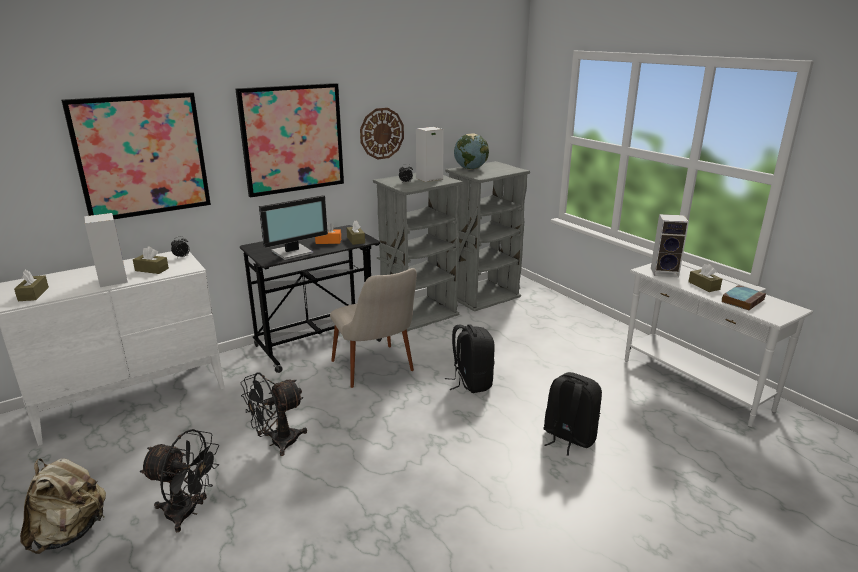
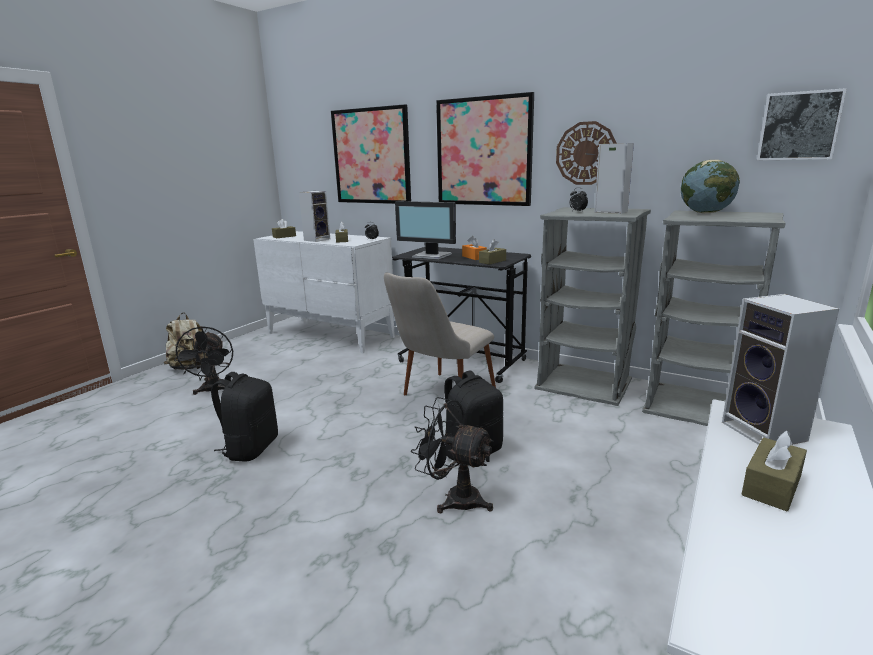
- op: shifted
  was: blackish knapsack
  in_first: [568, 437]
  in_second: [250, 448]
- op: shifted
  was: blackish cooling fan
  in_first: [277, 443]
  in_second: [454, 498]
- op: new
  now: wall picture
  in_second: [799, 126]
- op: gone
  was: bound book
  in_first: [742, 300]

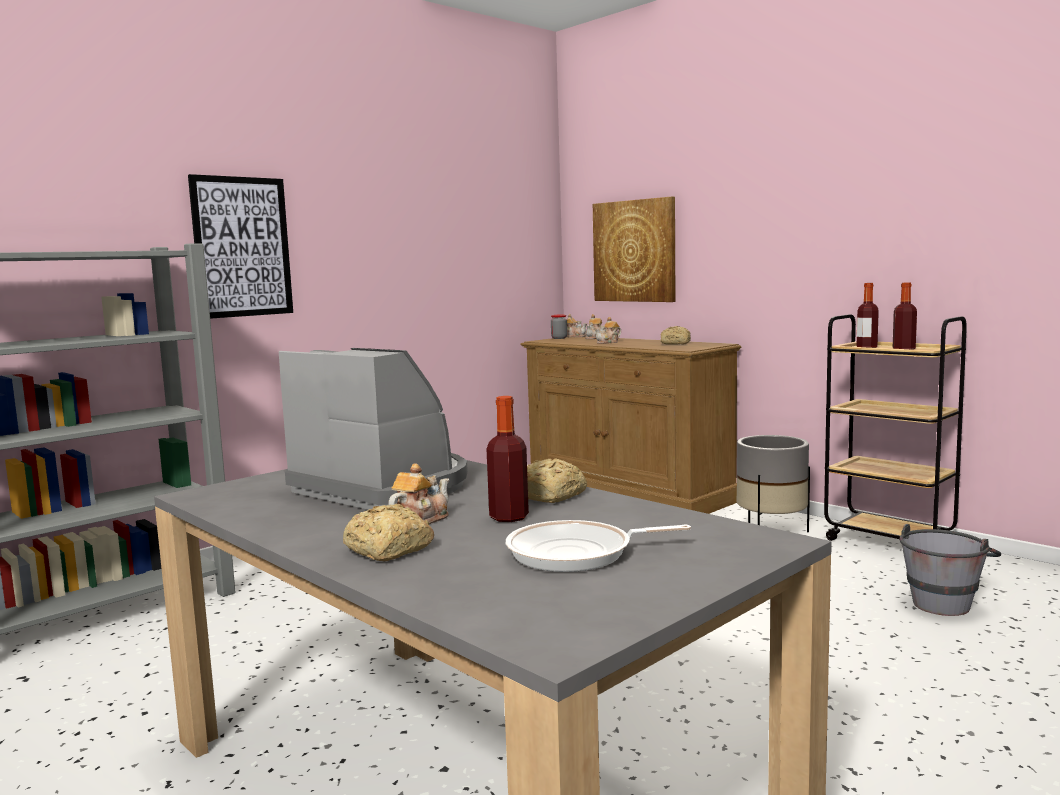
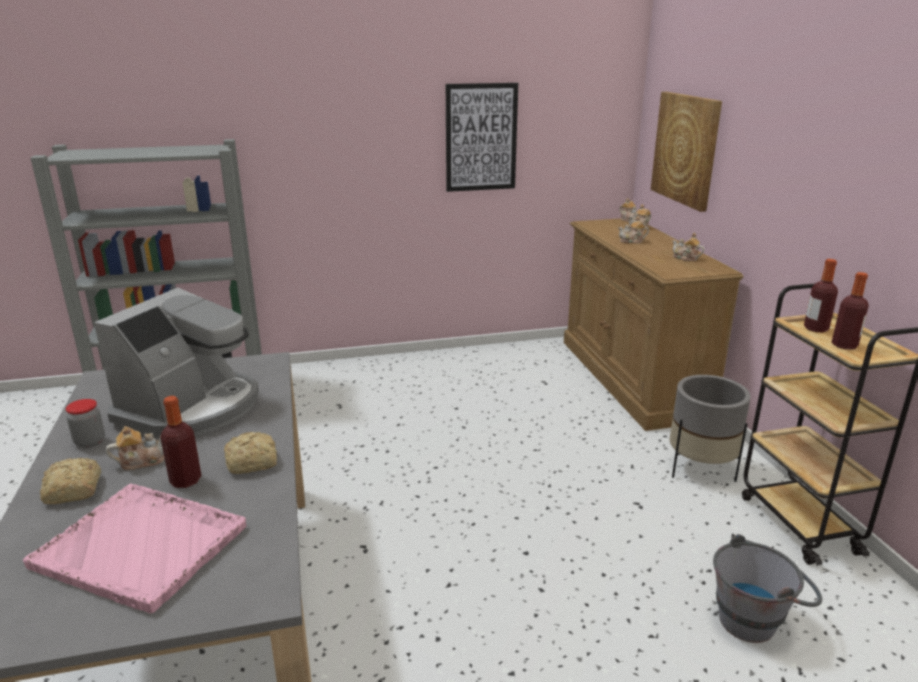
- op: swapped
  was: skillet
  now: pink-coloured carrying tray
  in_first: [577, 554]
  in_second: [142, 547]
- op: shifted
  was: preserve jar
  in_first: [559, 338]
  in_second: [90, 442]
- op: rotated
  was: coffee maker
  in_first: [384, 487]
  in_second: [192, 408]
  clockwise: 45
- op: shifted
  was: wall picture
  in_first: [242, 247]
  in_second: [481, 137]
- op: swapped
  was: bakery bread
  now: teapot
  in_first: [676, 343]
  in_second: [685, 258]

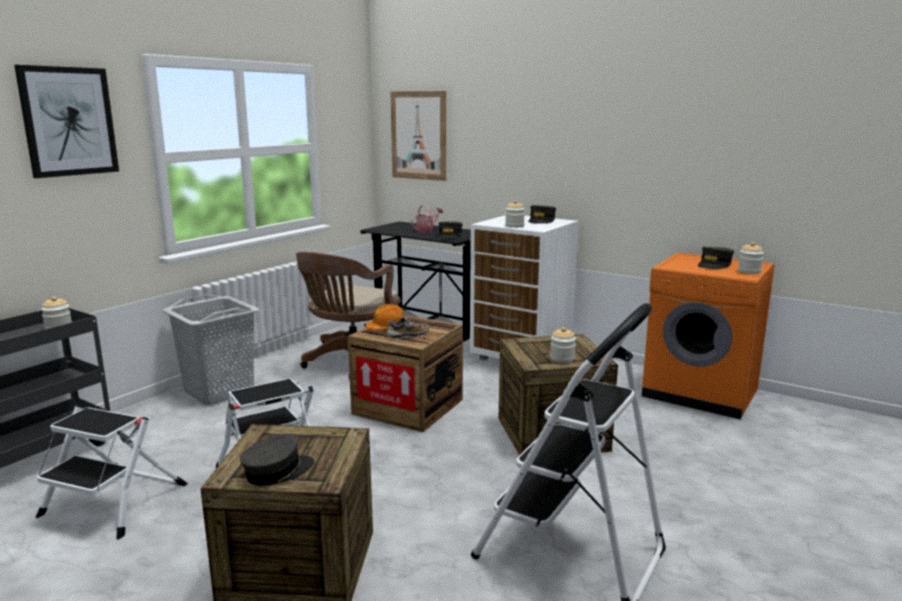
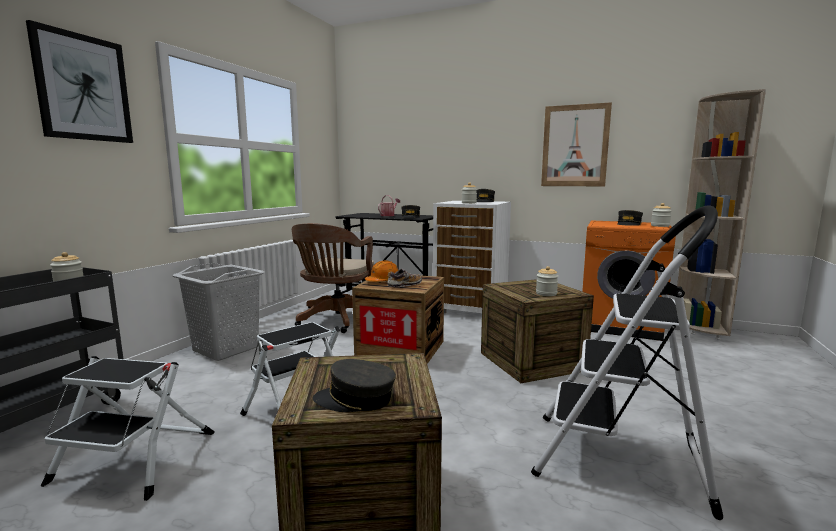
- op: rotated
  was: greyish peaked cap
  in_first: [278, 471]
  in_second: [355, 399]
  clockwise: -120
- op: shifted
  was: wall picture
  in_first: [418, 135]
  in_second: [575, 146]
- op: new
  now: beige shelving unit
  in_second: [700, 332]

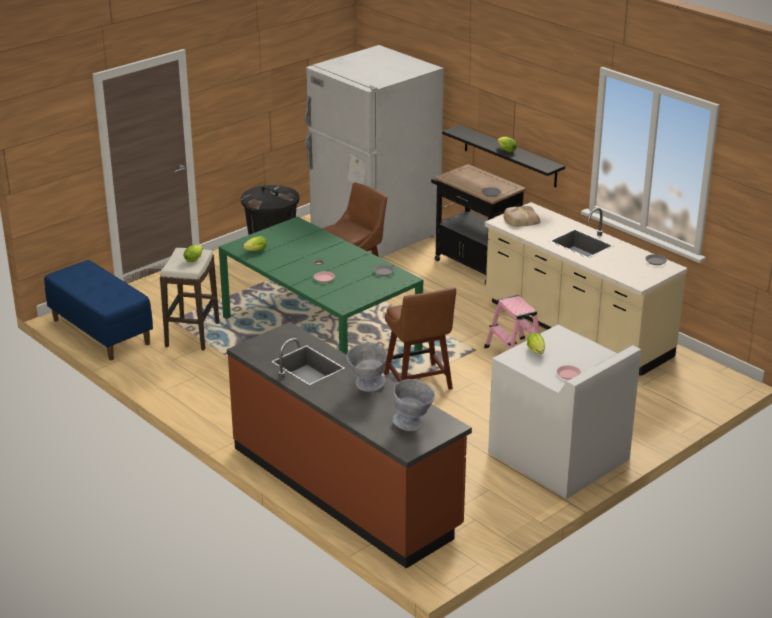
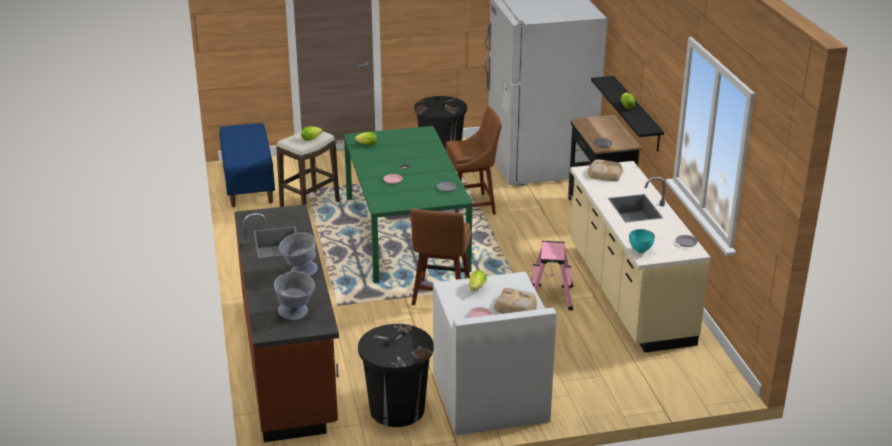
- op: new
  now: blackish trash can
  in_second: [396, 409]
- op: new
  now: bakery bread
  in_second: [516, 306]
- op: new
  now: blue-green serving bowl
  in_second: [639, 251]

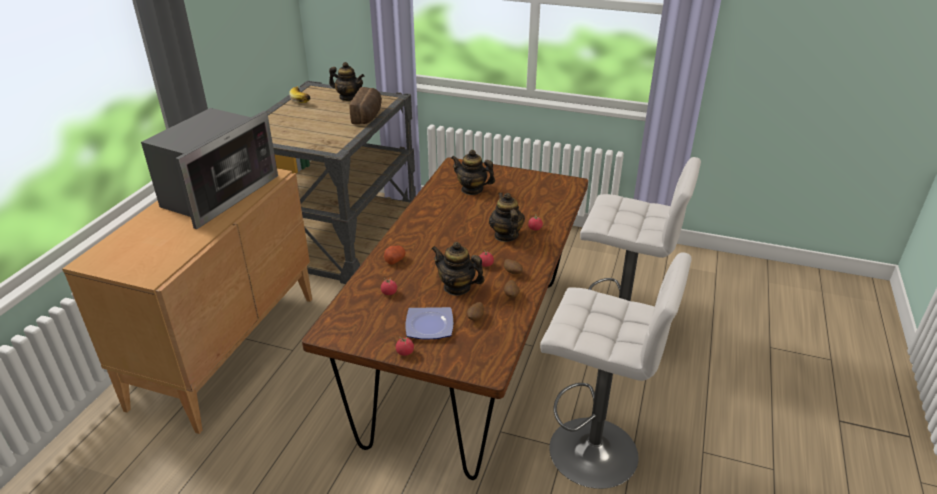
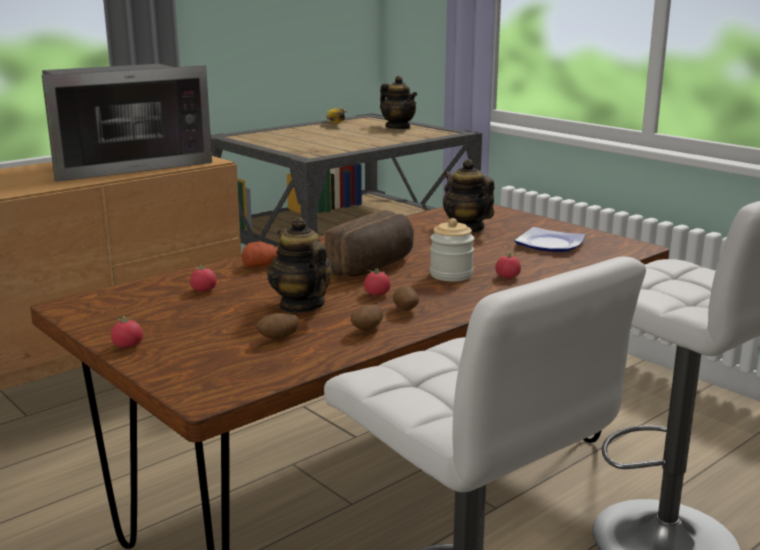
- op: shifted
  was: bakery bread
  in_first: [368, 116]
  in_second: [374, 266]
- op: swapped
  was: teapot
  now: preserve jar
  in_first: [506, 235]
  in_second: [451, 275]
- op: shifted
  was: plate
  in_first: [428, 326]
  in_second: [548, 245]

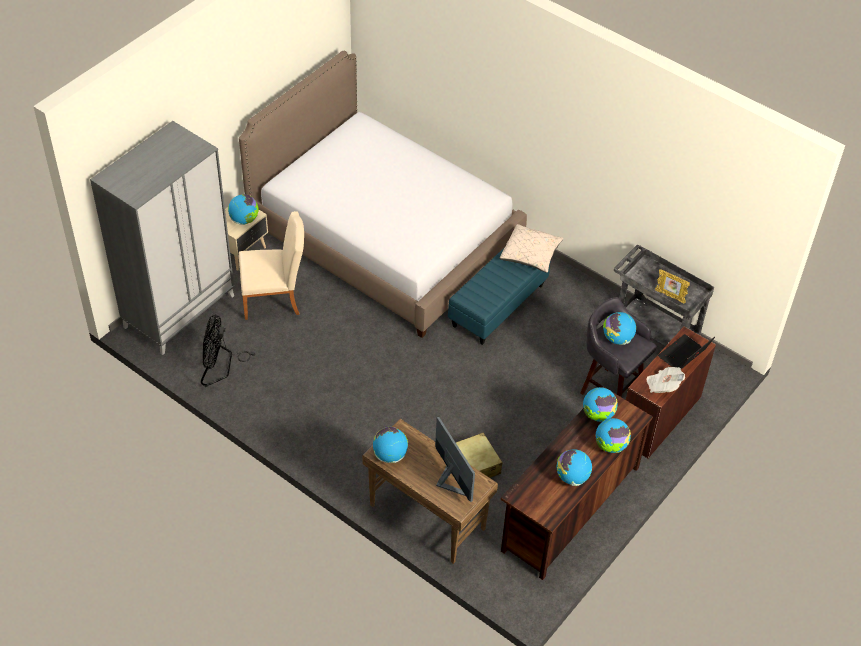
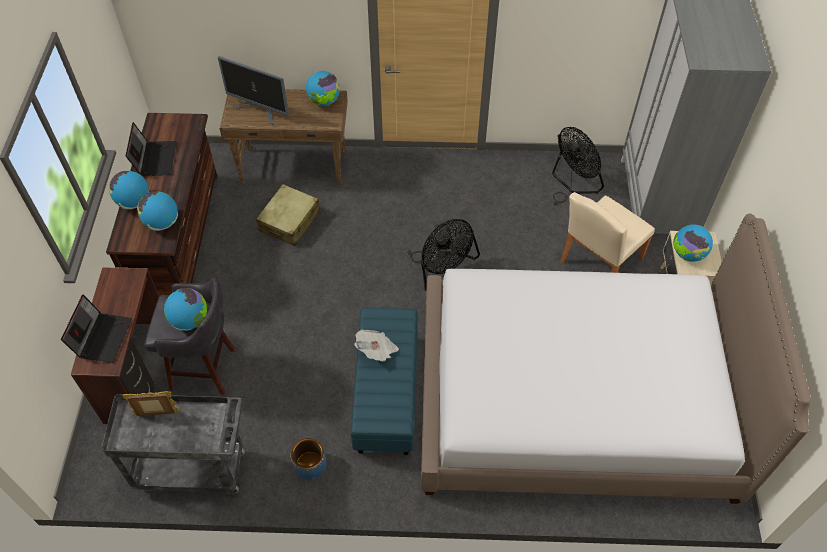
- op: swapped
  was: desk globe
  now: laptop
  in_first: [572, 477]
  in_second: [154, 158]
- op: new
  now: blue planter
  in_second: [310, 465]
- op: shifted
  was: newspaper
  in_first: [663, 385]
  in_second: [377, 350]
- op: new
  now: blackish cooling fan
  in_second: [440, 267]
- op: gone
  was: beige pillow
  in_first: [530, 255]

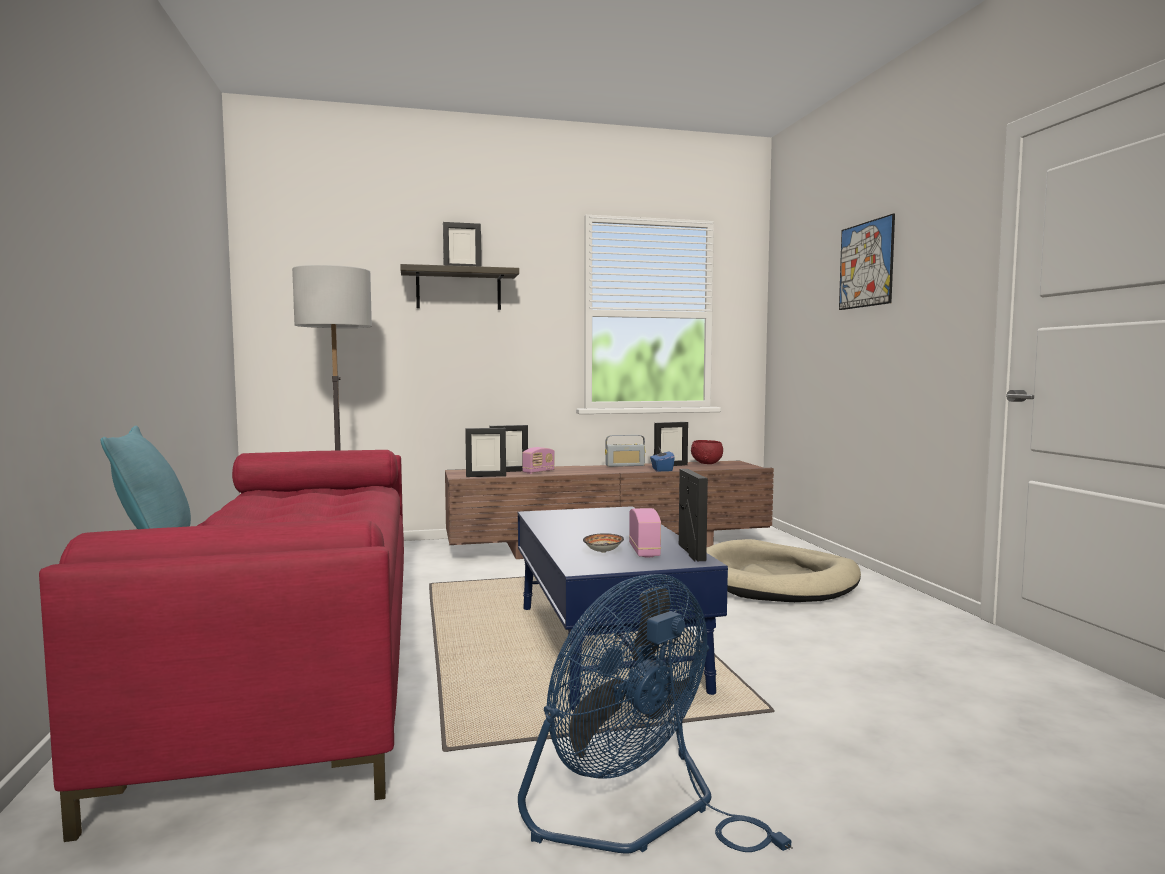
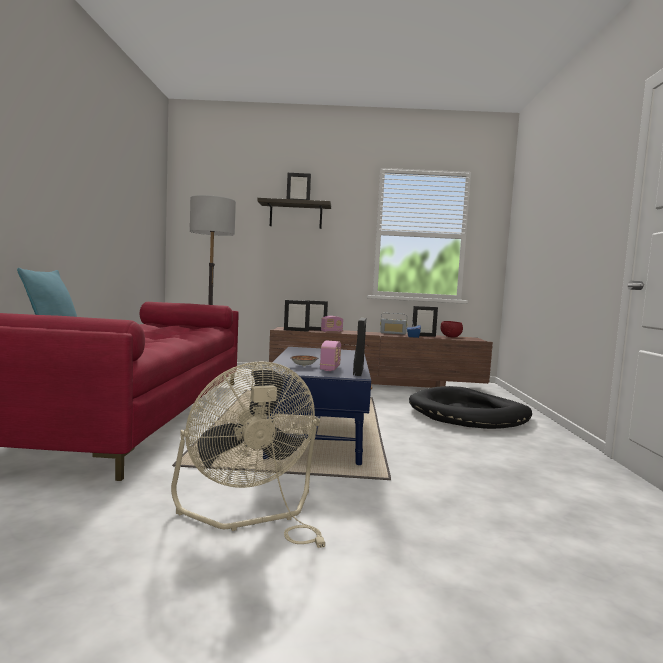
- op: repainted
  was: blue cooling fan
  now: beige cooling fan
  in_first: [653, 810]
  in_second: [260, 513]
- op: repainted
  was: beige dog cushion
  now: blackish dog cushion
  in_first: [774, 580]
  in_second: [469, 414]
- op: gone
  was: wall picture
  in_first: [866, 264]

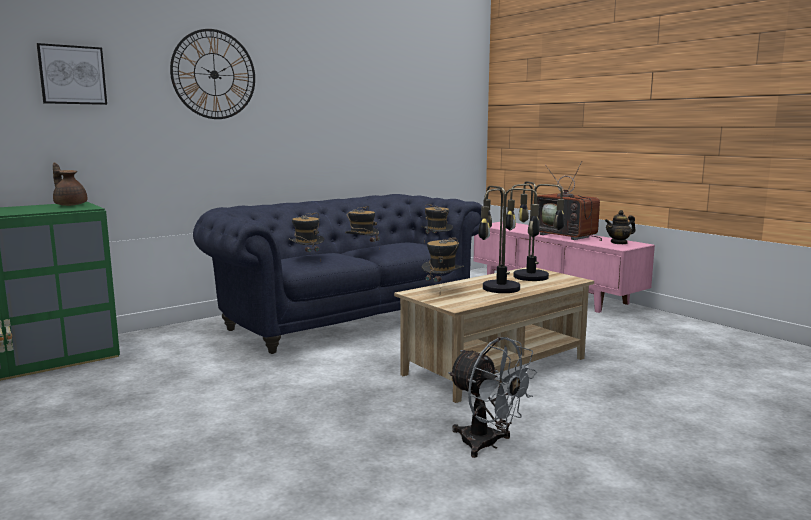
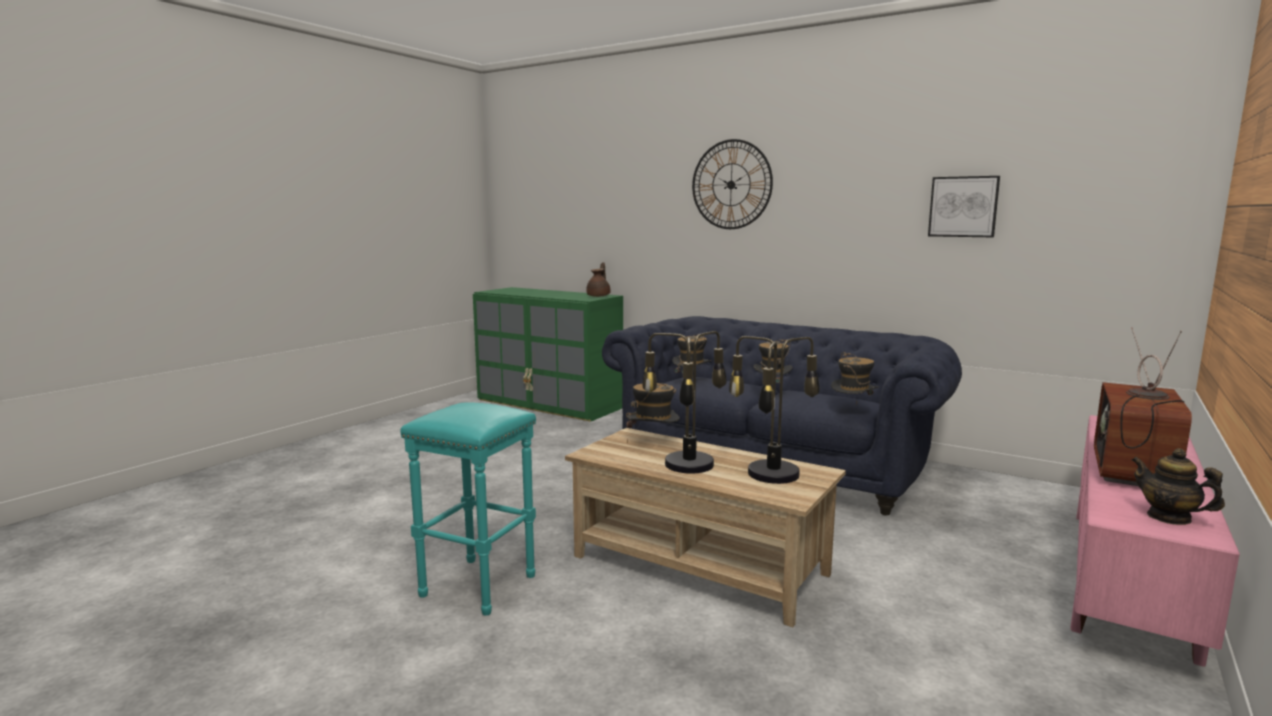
- op: swapped
  was: greyish cooling fan
  now: blue-green stool
  in_first: [487, 445]
  in_second: [481, 584]
- op: shifted
  was: wall picture
  in_first: [72, 75]
  in_second: [963, 206]

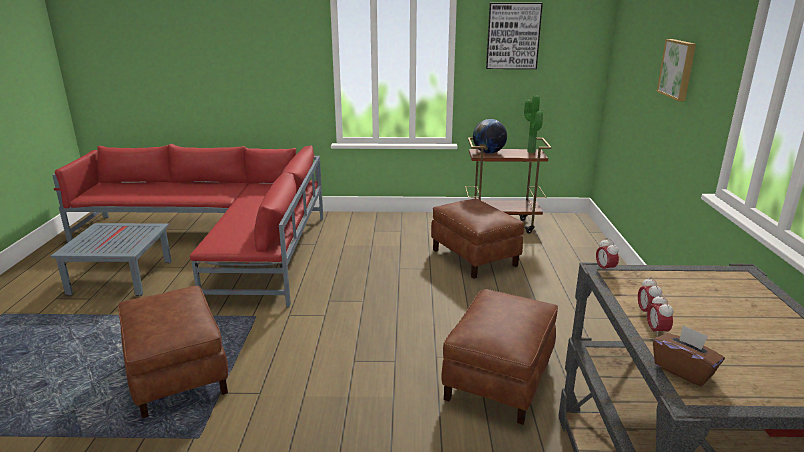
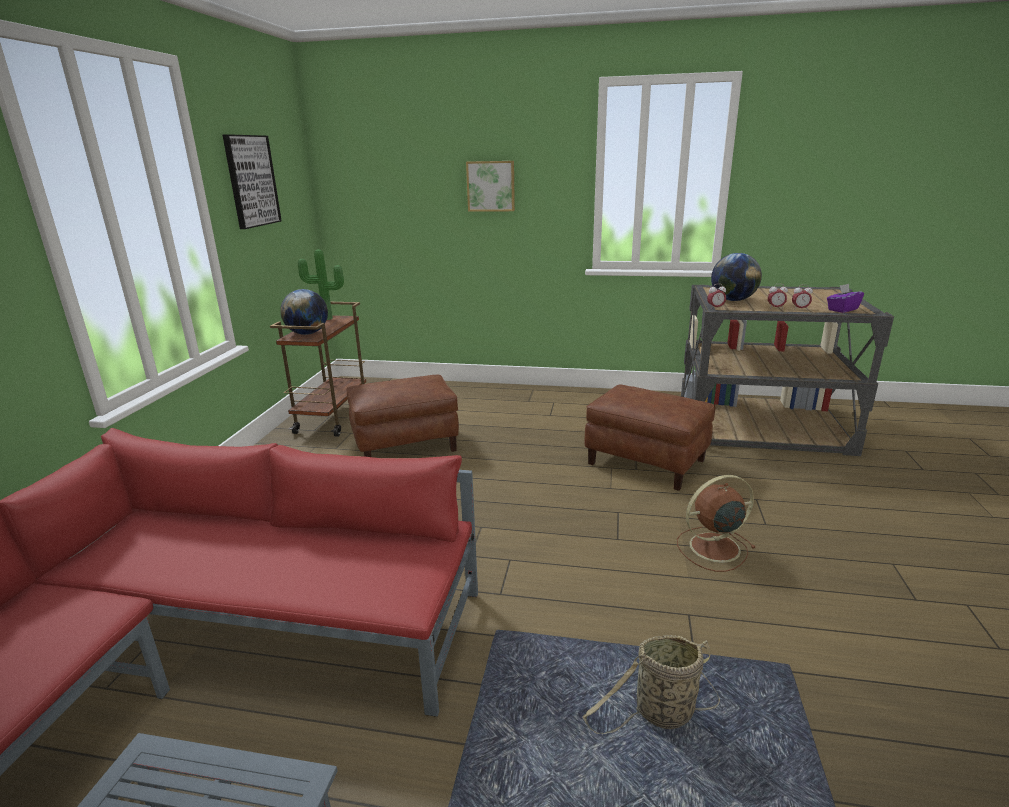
- op: swapped
  was: brown pouffe
  now: basket
  in_first: [177, 375]
  in_second: [660, 714]
- op: new
  now: brown cooling fan
  in_second: [712, 548]
- op: new
  now: desk globe
  in_second: [732, 300]
- op: repainted
  was: brown tissue box
  now: purple tissue box
  in_first: [683, 370]
  in_second: [842, 309]

